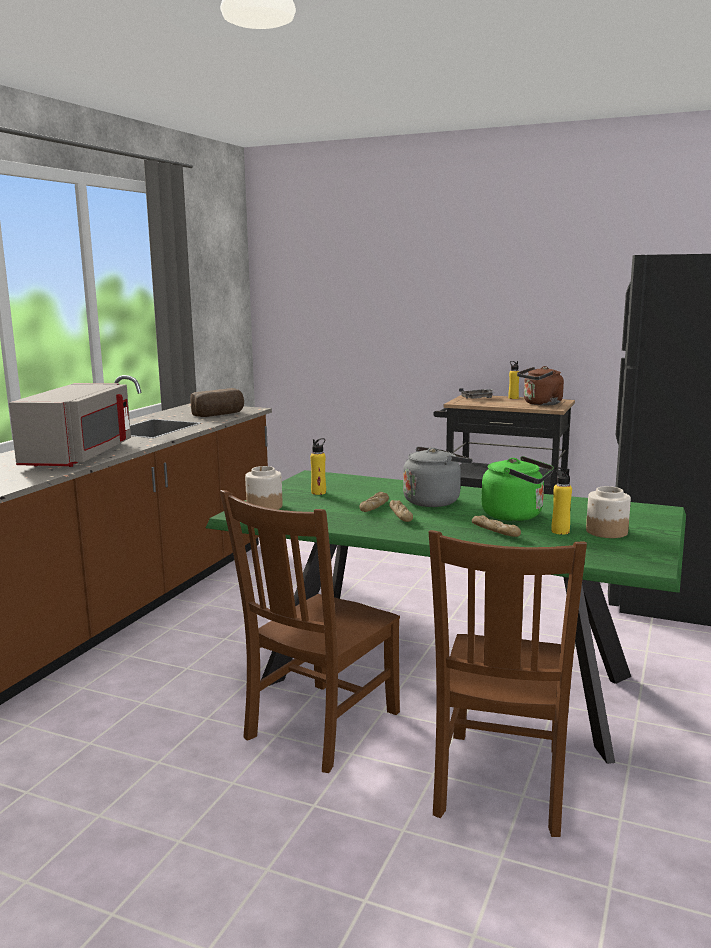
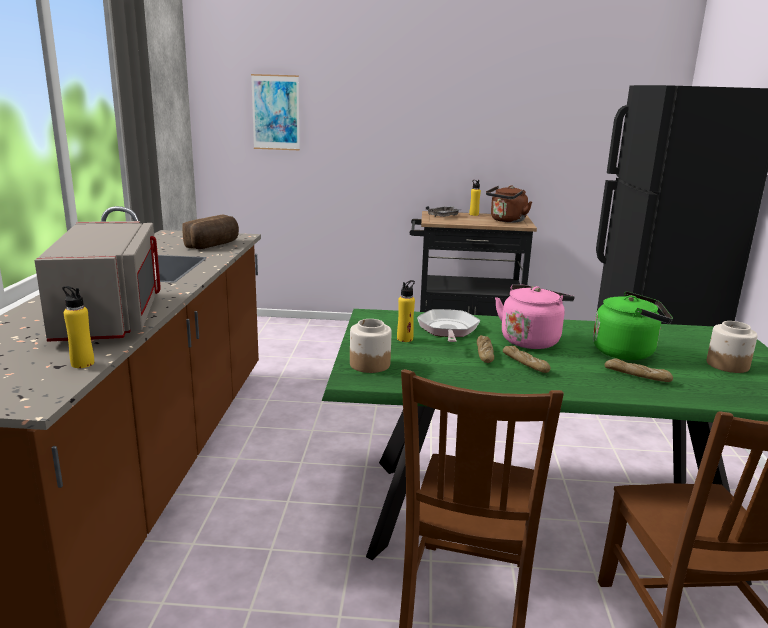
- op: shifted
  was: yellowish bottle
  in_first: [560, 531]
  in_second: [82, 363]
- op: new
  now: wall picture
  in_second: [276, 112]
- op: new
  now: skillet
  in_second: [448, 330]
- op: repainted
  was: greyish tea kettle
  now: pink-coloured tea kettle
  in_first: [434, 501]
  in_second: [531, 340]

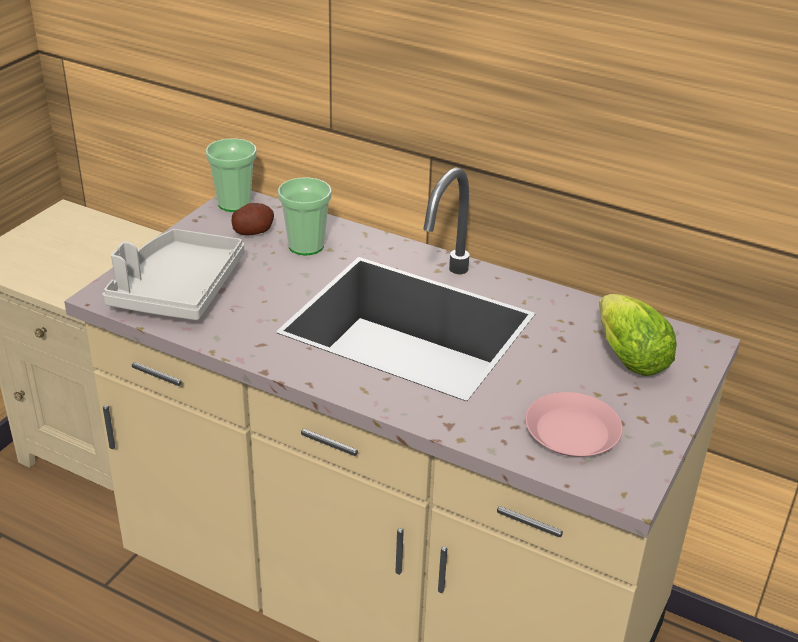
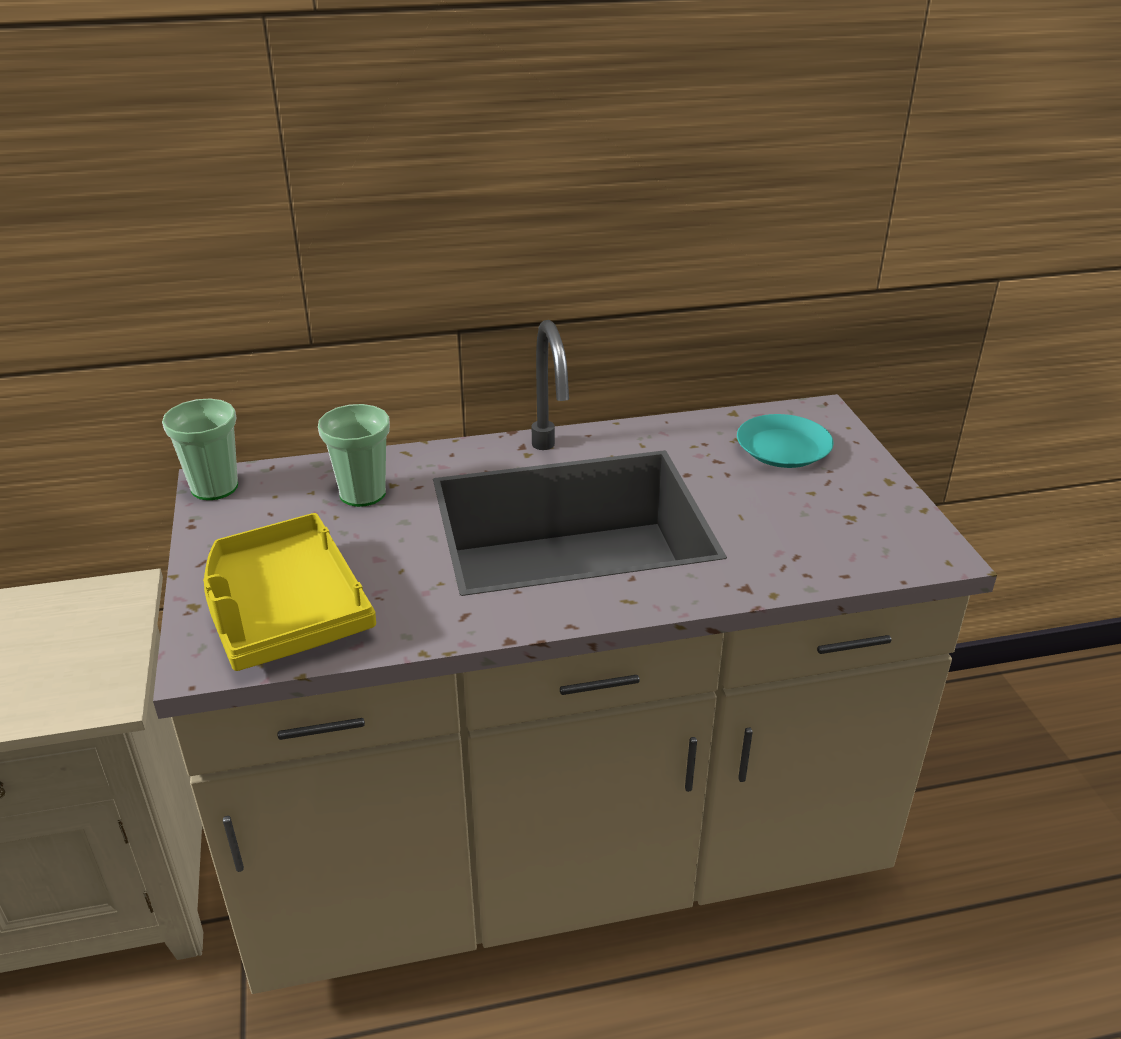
- op: repainted
  was: greyish carrying tray
  now: yellowish carrying tray
  in_first: [177, 289]
  in_second: [284, 610]
- op: swapped
  was: lettuce head
  now: blue-green plate
  in_first: [626, 355]
  in_second: [784, 449]
- op: gone
  was: whole potato
  in_first: [253, 231]
- op: gone
  was: pink-coloured plate
  in_first: [572, 432]

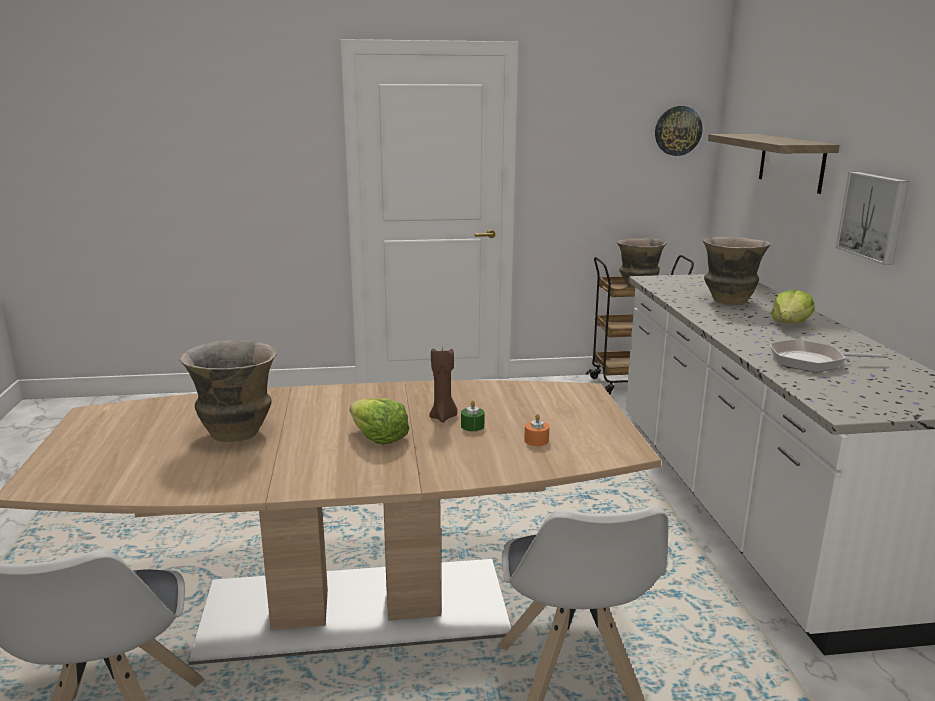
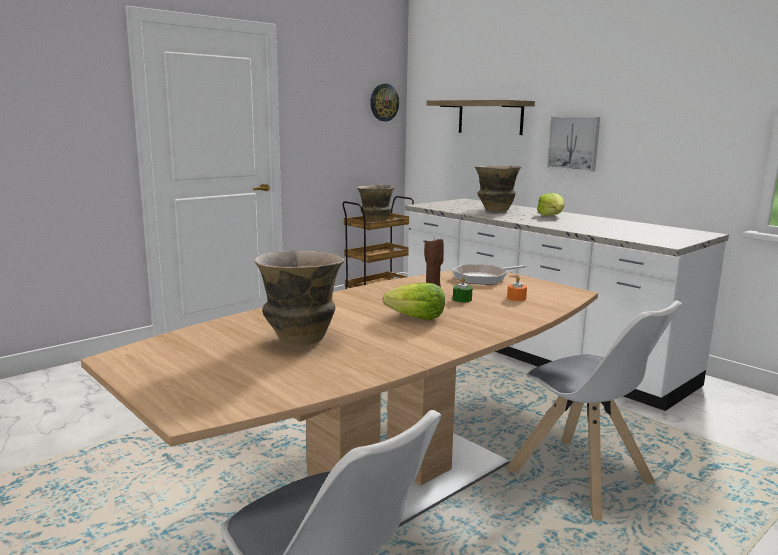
- op: shifted
  was: skillet
  in_first: [811, 361]
  in_second: [483, 278]

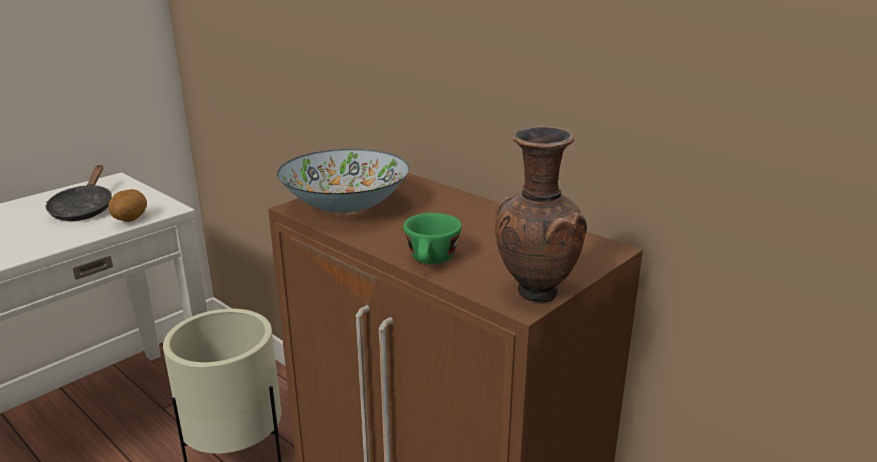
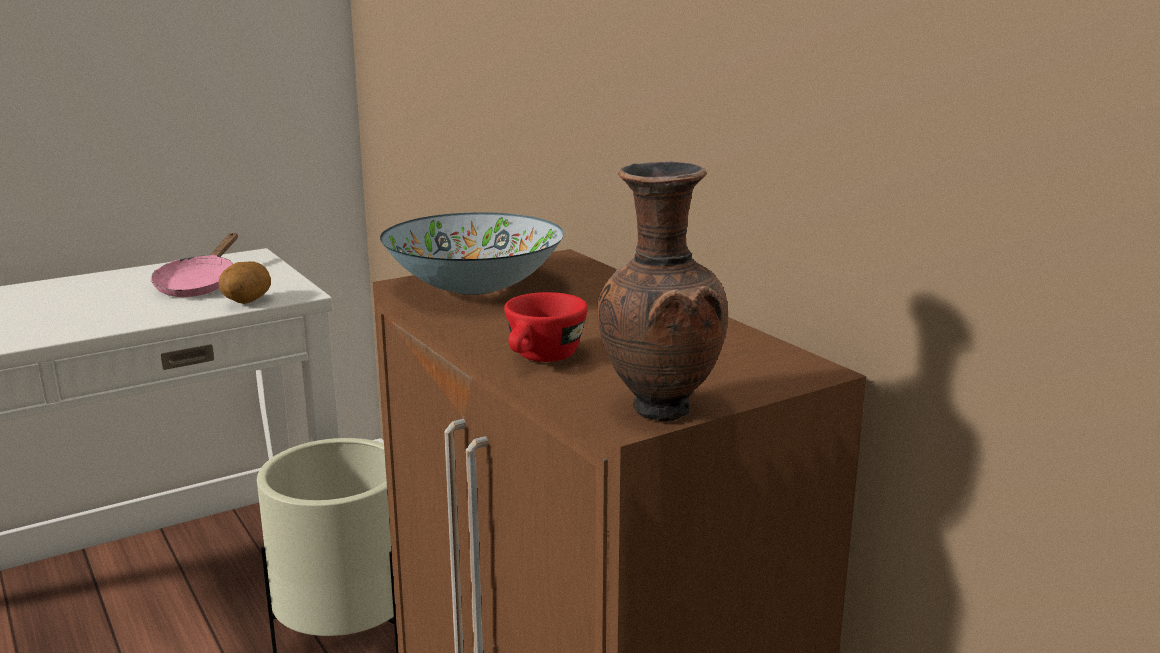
- op: repainted
  was: blackish skillet
  now: pink-coloured skillet
  in_first: [84, 209]
  in_second: [199, 285]
- op: repainted
  was: greenish drinking cup
  now: red-coloured drinking cup
  in_first: [431, 261]
  in_second: [541, 359]

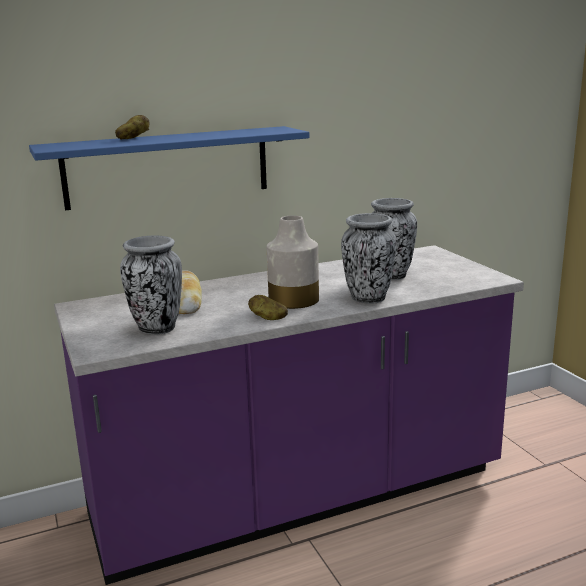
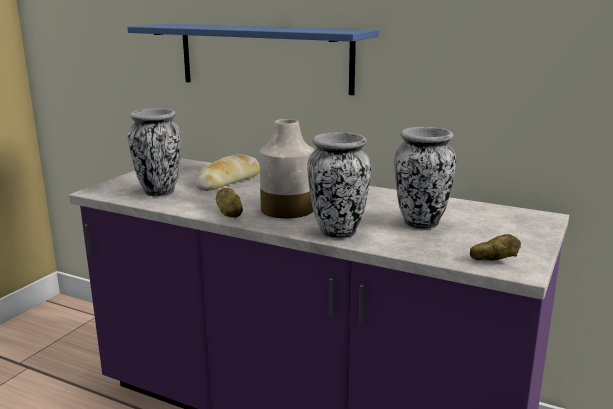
- op: shifted
  was: whole potato
  in_first: [133, 138]
  in_second: [493, 260]

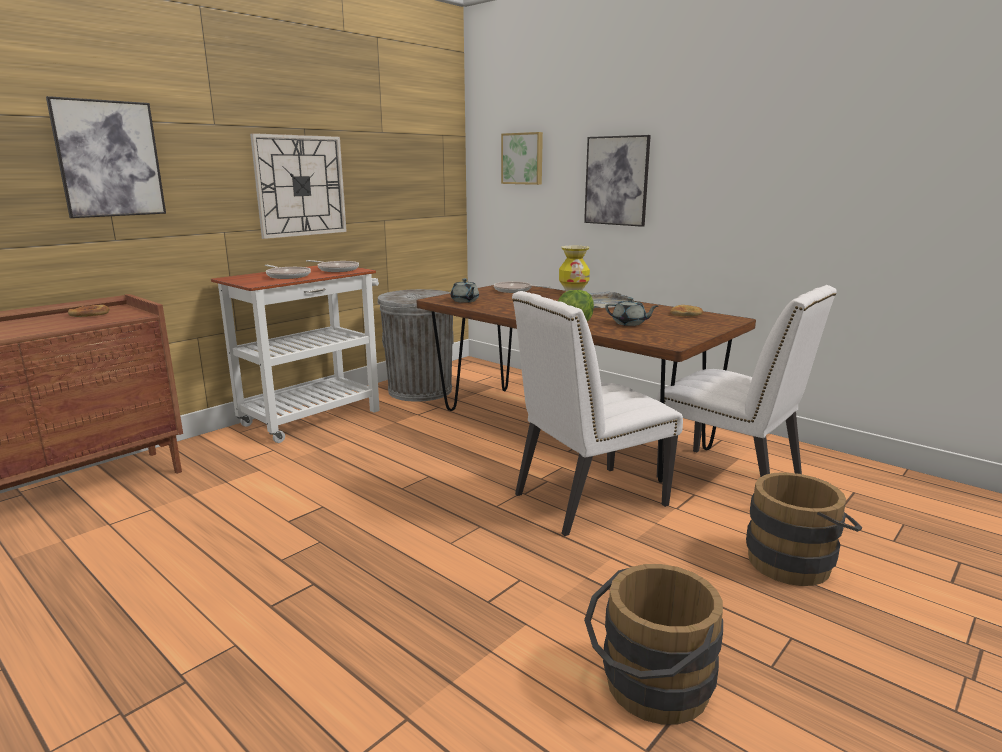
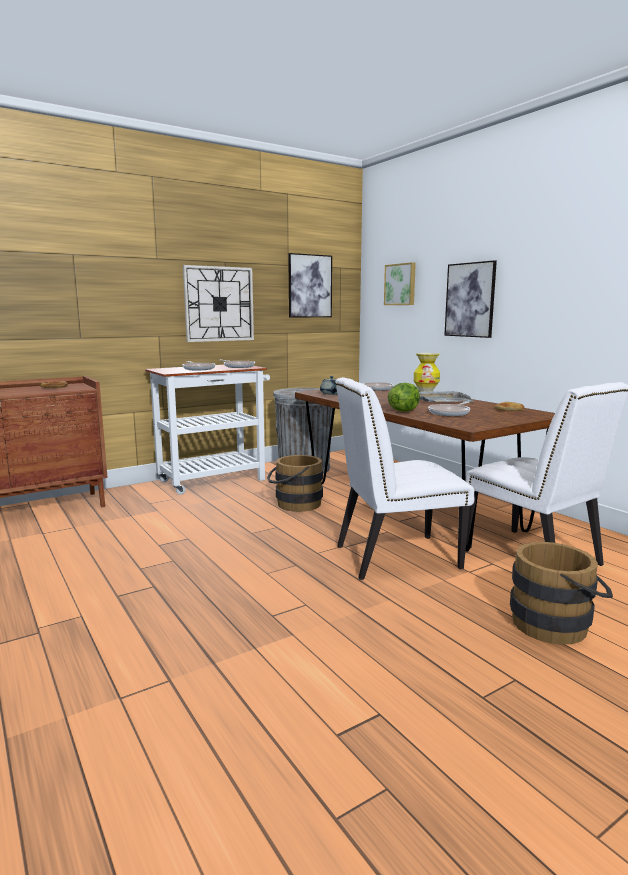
- op: shifted
  was: brown bucket
  in_first: [649, 688]
  in_second: [294, 504]
- op: shifted
  was: wall picture
  in_first: [109, 159]
  in_second: [310, 286]
- op: swapped
  was: greyish teapot
  now: skillet
  in_first: [629, 323]
  in_second: [450, 413]

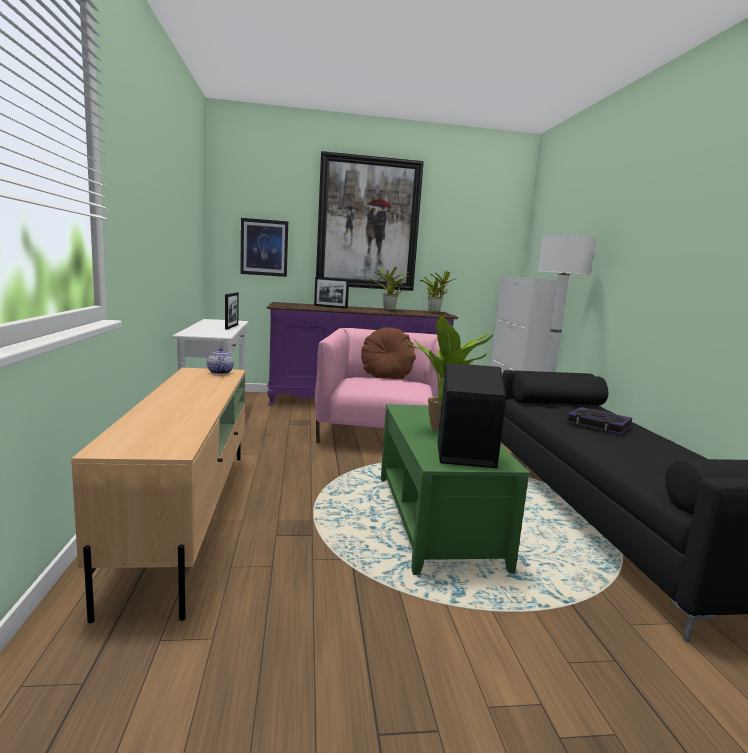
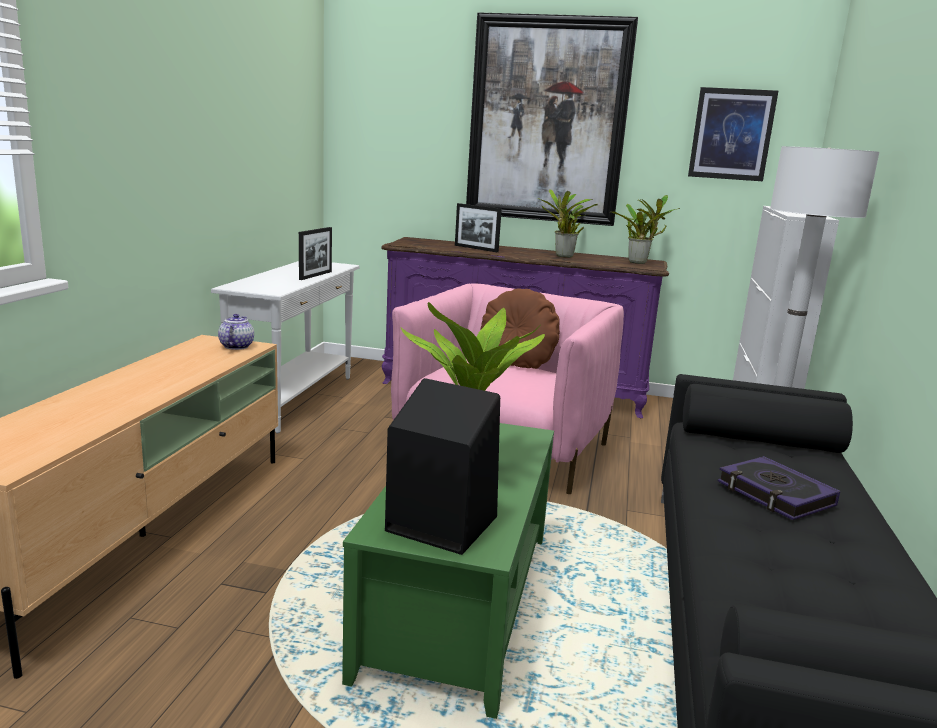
- op: shifted
  was: wall picture
  in_first: [264, 247]
  in_second: [731, 134]

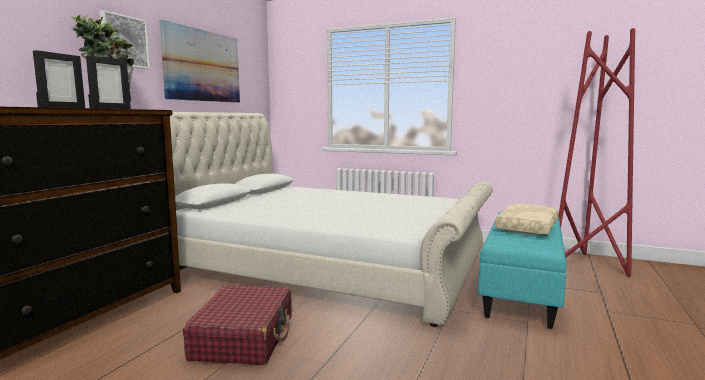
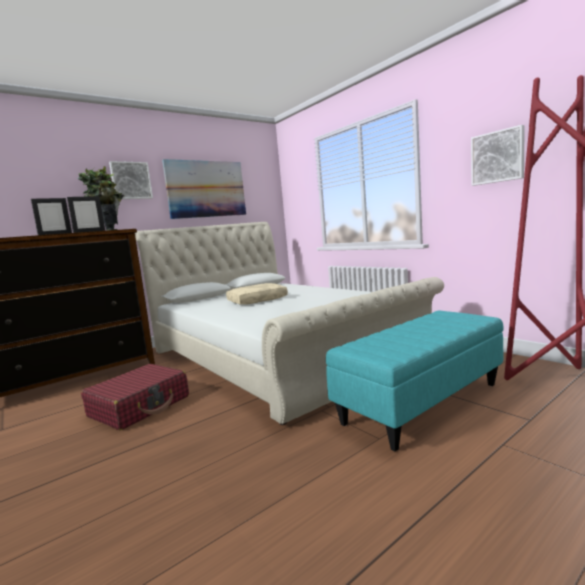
- op: shifted
  was: beige pillow
  in_first: [526, 227]
  in_second: [257, 300]
- op: new
  now: wall picture
  in_second: [497, 157]

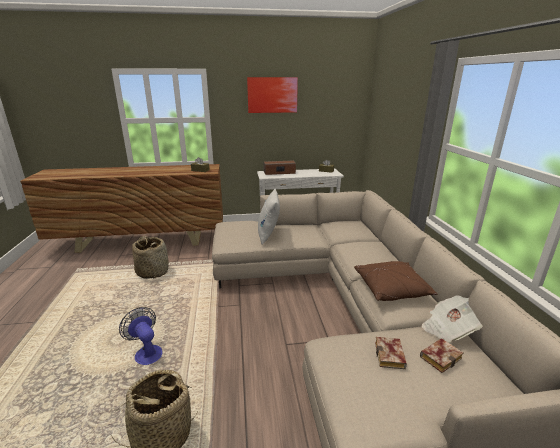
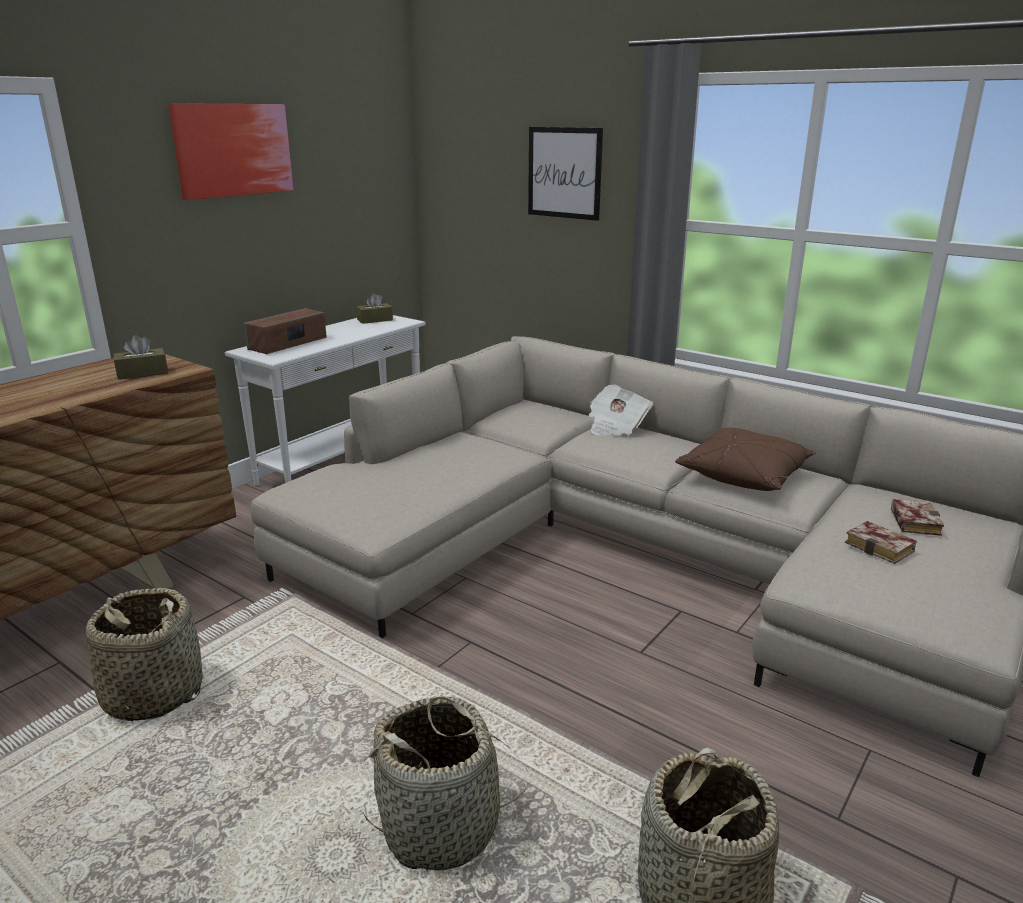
- op: swapped
  was: cooling fan
  now: basket
  in_first: [146, 352]
  in_second: [442, 827]
- op: new
  now: wall picture
  in_second: [564, 173]
- op: shifted
  was: newspaper
  in_first: [449, 329]
  in_second: [616, 426]
- op: gone
  was: greyish pillow
  in_first: [269, 234]

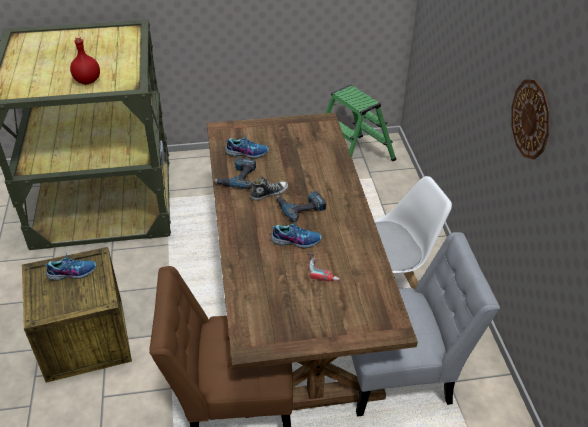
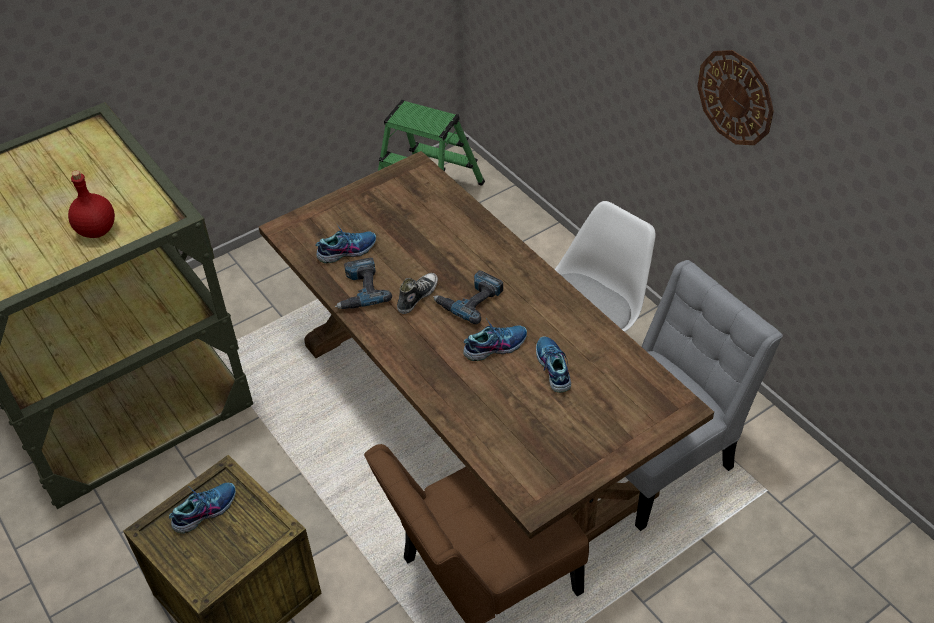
- op: swapped
  was: power drill
  now: item of footwear
  in_first: [323, 268]
  in_second: [552, 368]

